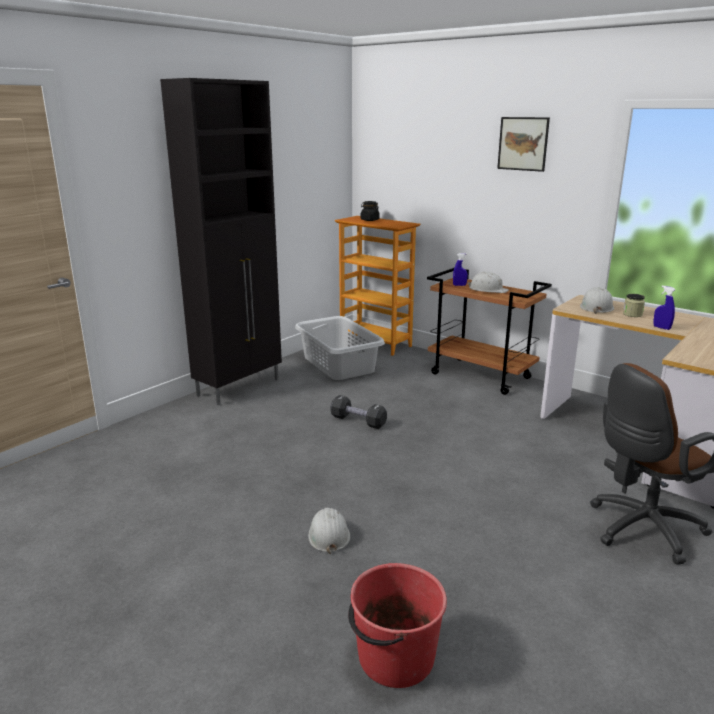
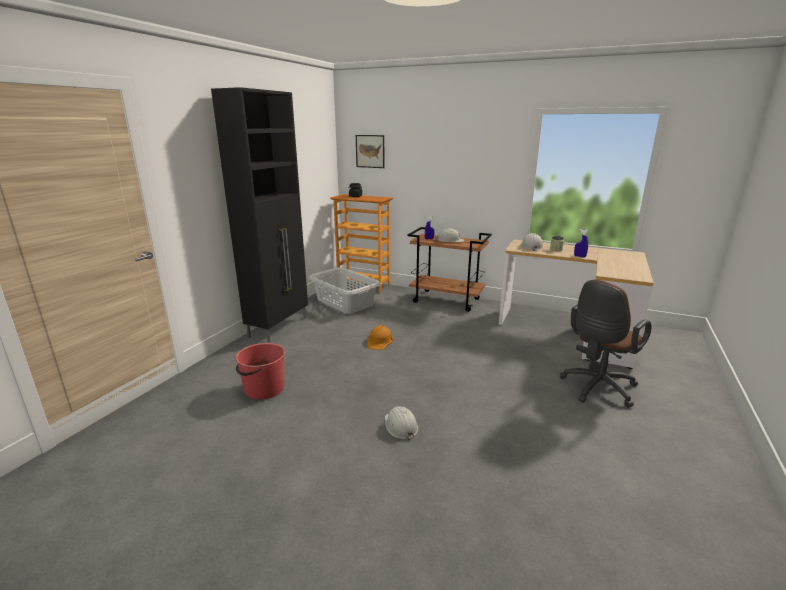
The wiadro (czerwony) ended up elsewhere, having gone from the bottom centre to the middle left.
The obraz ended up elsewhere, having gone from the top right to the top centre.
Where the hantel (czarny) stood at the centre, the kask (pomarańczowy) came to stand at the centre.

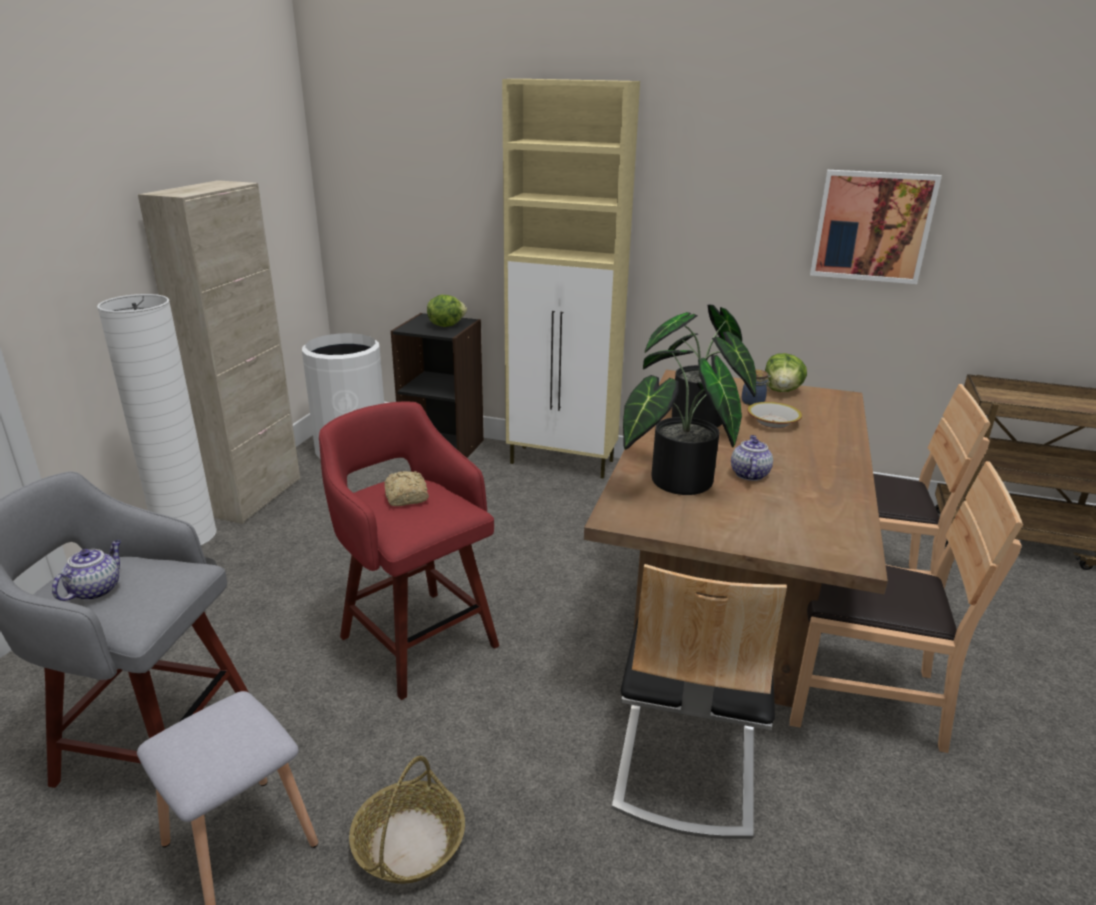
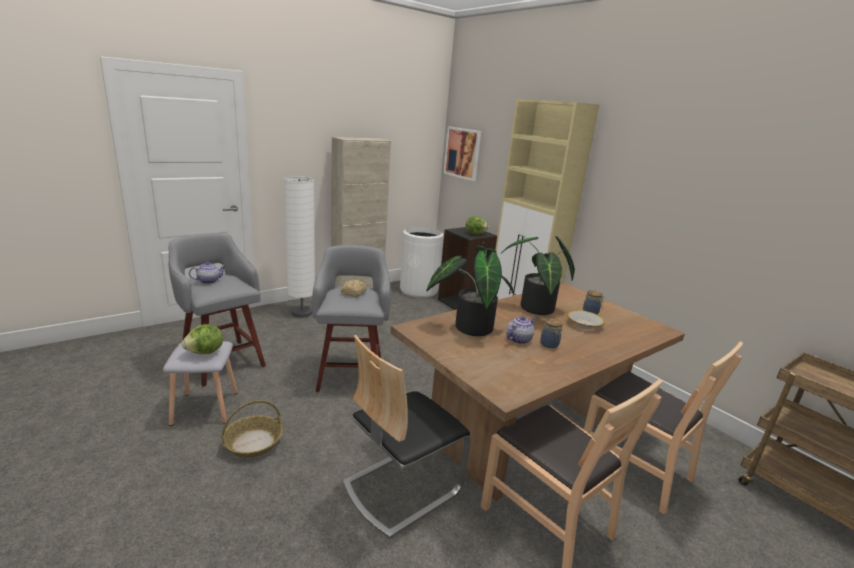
The sałata (2nd from left in the first image) ended up elsewhere, having gone from the middle right to the middle left.
What was the stołek (czerwony) at the centre turned into the stołek (szary) (3rd from left) at the centre.
The obraz ended up elsewhere, having gone from the top right to the top centre.
The second view gained the słoik (1st from left) at the centre.

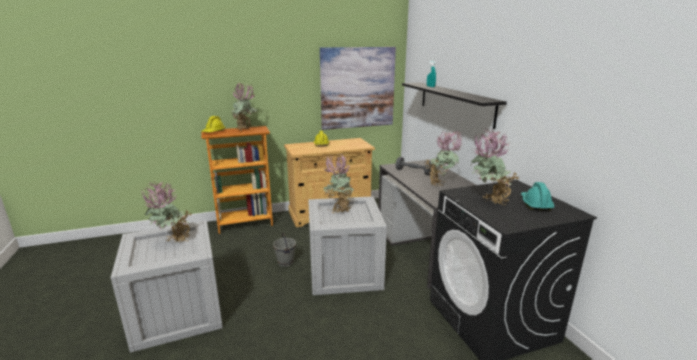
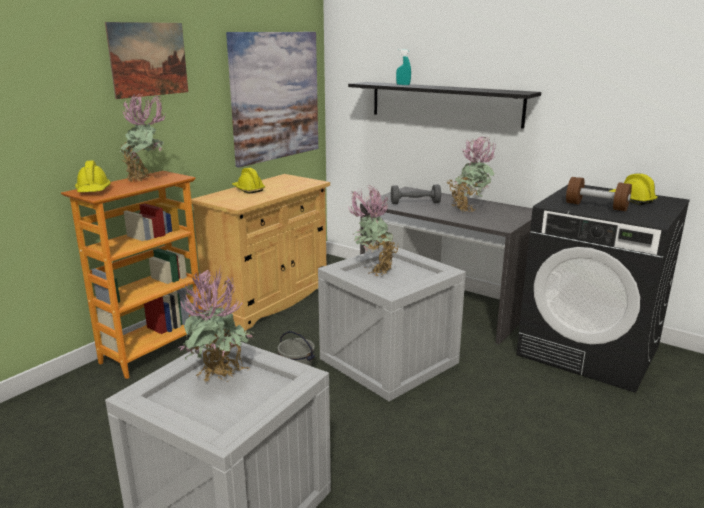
The second view gained the obraz (1st from left) at the top left.
Where the roślina doniczkowa (5th from left) stood at the middle right, the hantel (brązowy) came to stand at the middle right.
What was the kask (turkusowy) at the middle right turned into the kask (żółty) (3rd from left) at the middle right.

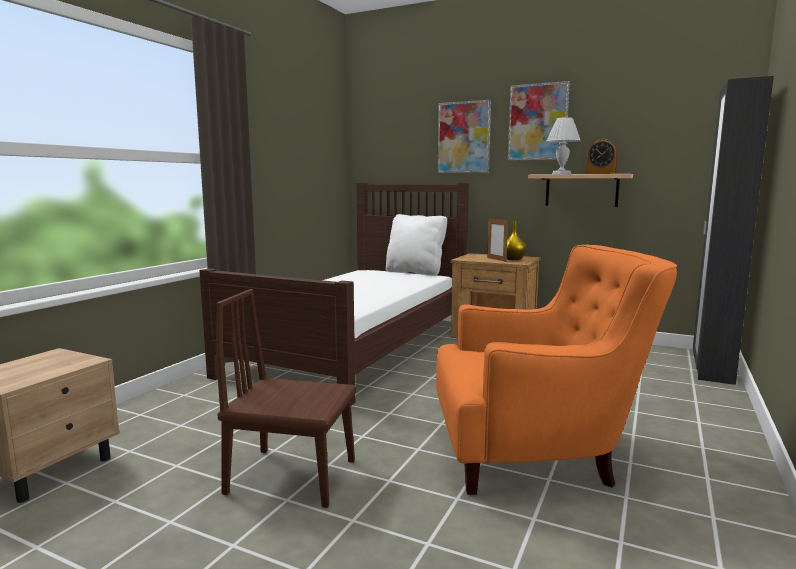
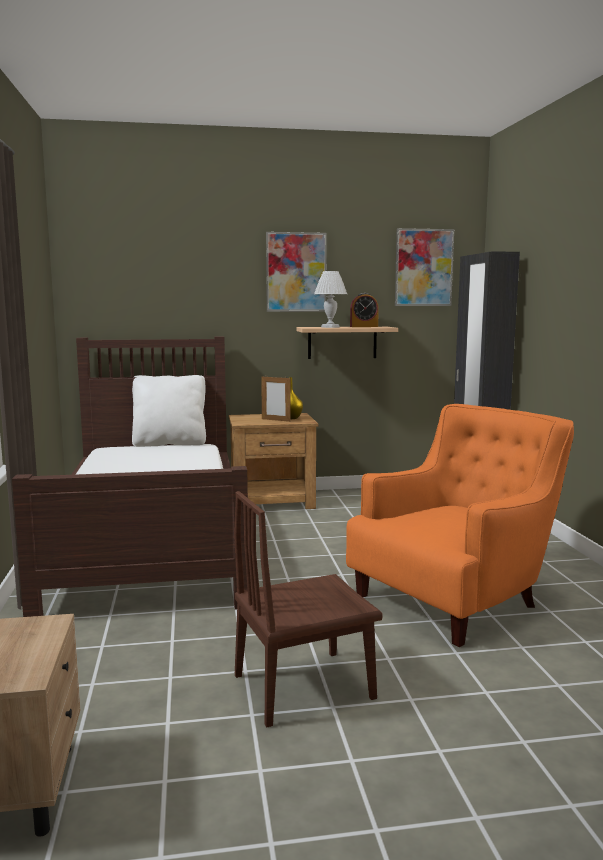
The obraz (1st from left in the first image) ended up elsewhere, having gone from the top centre to the top right.

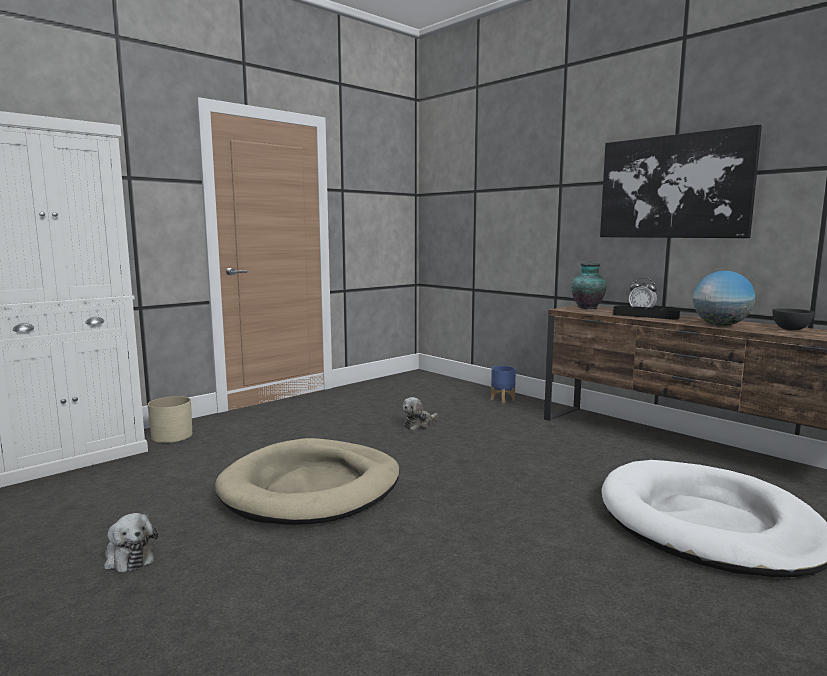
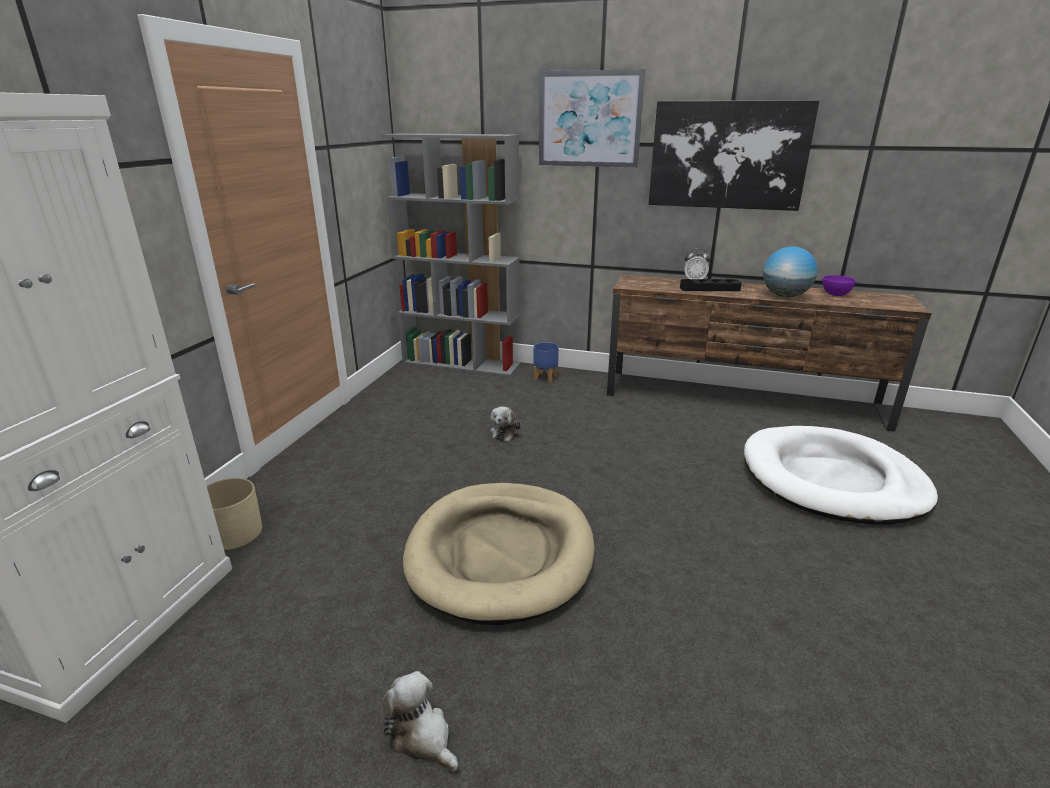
The second view gained the regał (szary) at the top centre.
The pluszak (1st from left) at the bottom left ended up facing another way, 150 degrees counterclockwise from before.
The second view gained the obraz (1st from left) at the top centre.
What was the miska (szary) at the middle right turned into the miska (fioletowy) at the middle right.
The second view lost the wazon at the middle right.

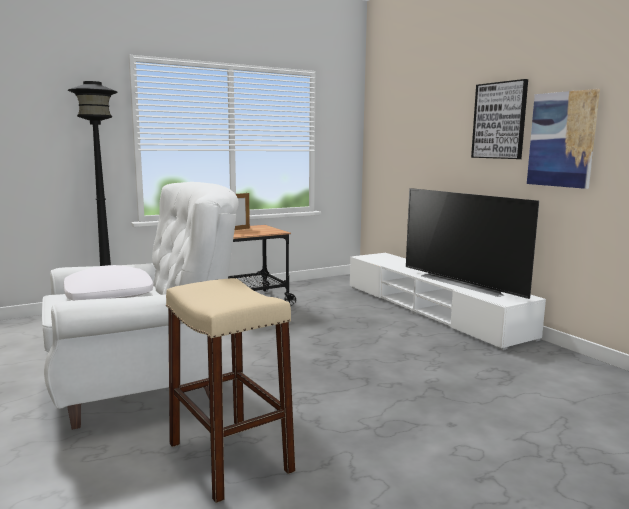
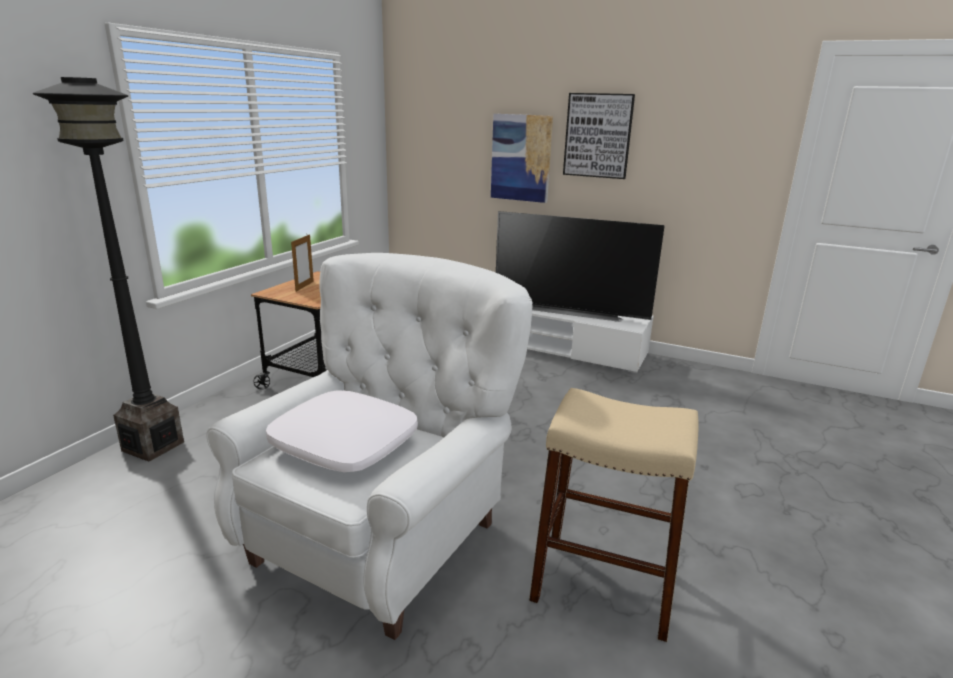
The obraz (2nd from left in the first image) ended up elsewhere, having gone from the top right to the top centre.

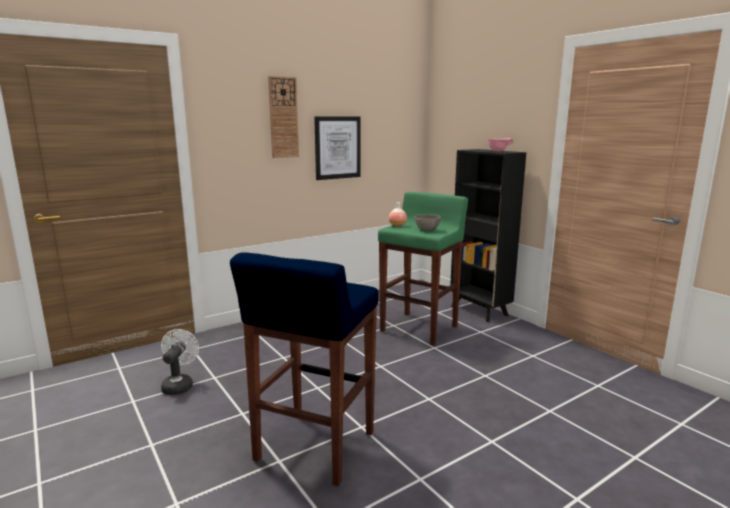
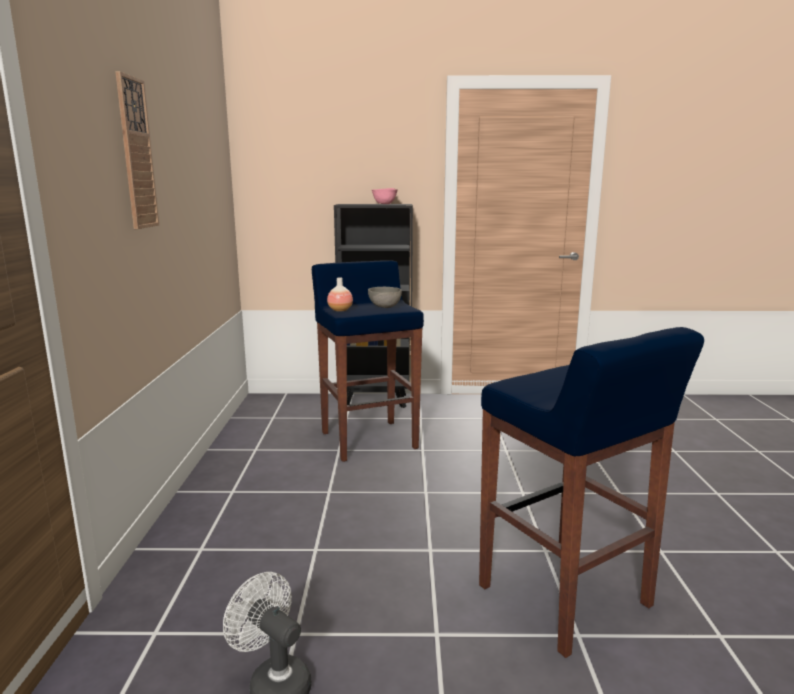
What was the stołek (zielony) at the centre turned into the stołek (niebieski) (1st from left) at the centre.
The second view lost the obraz at the top centre.

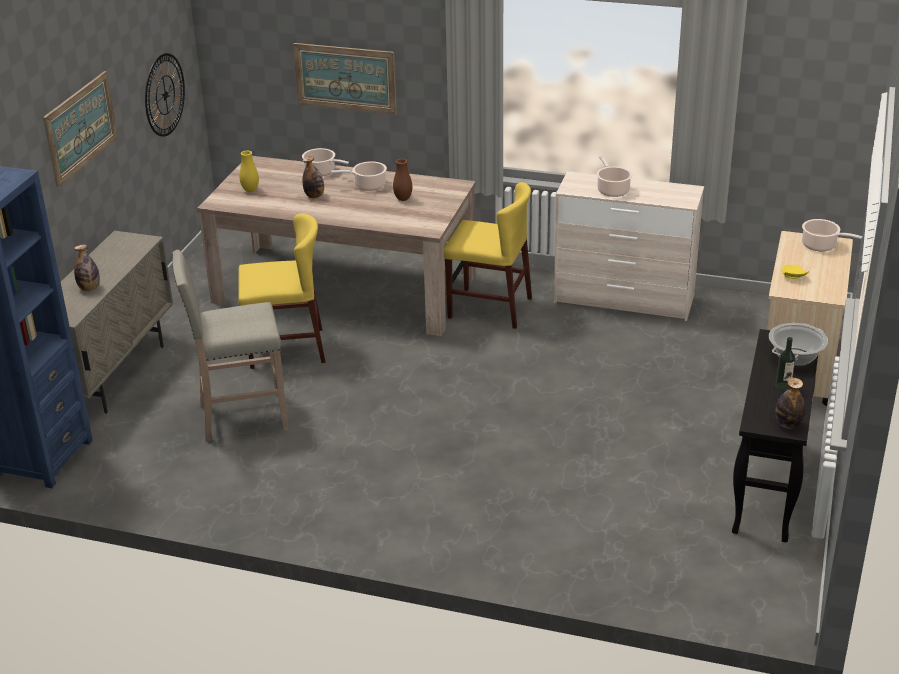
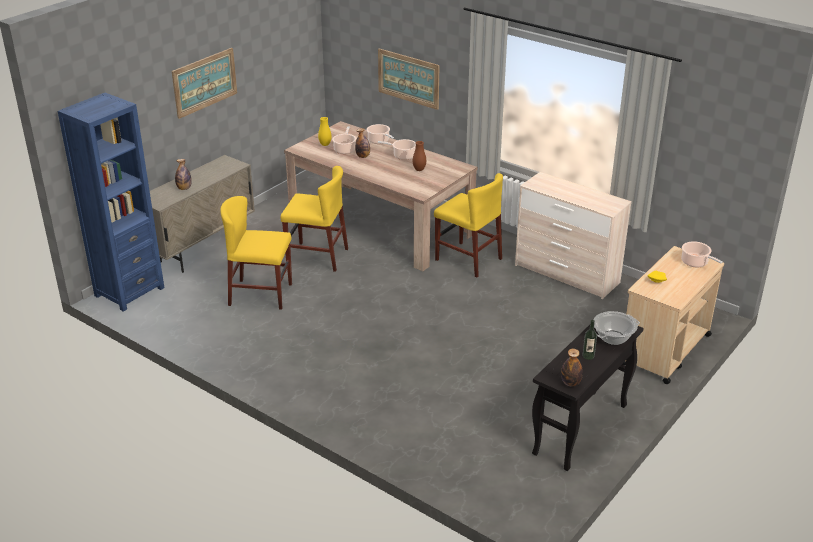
Where the stołek (beżowy) stood at the middle left, the krzesło (żółty) (1st from left) came to stand at the middle left.
The garnek (3rd from left in the first image) ended up elsewhere, having gone from the top right to the top centre.
The second view lost the zegar ścienny at the top left.

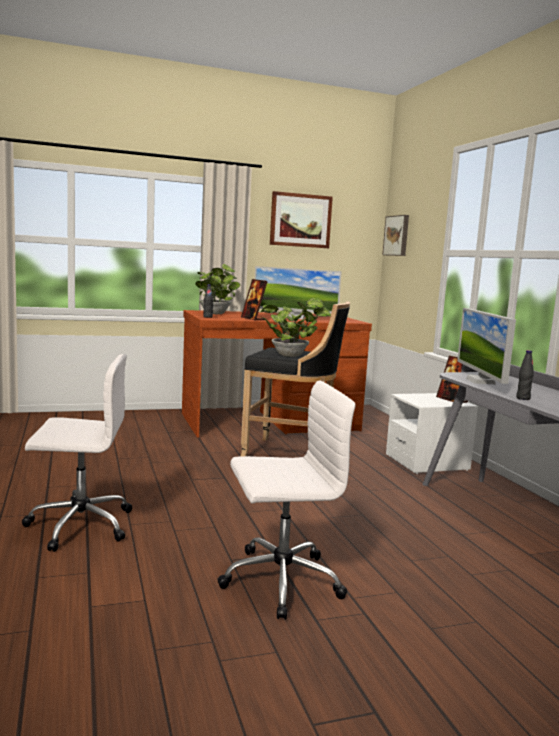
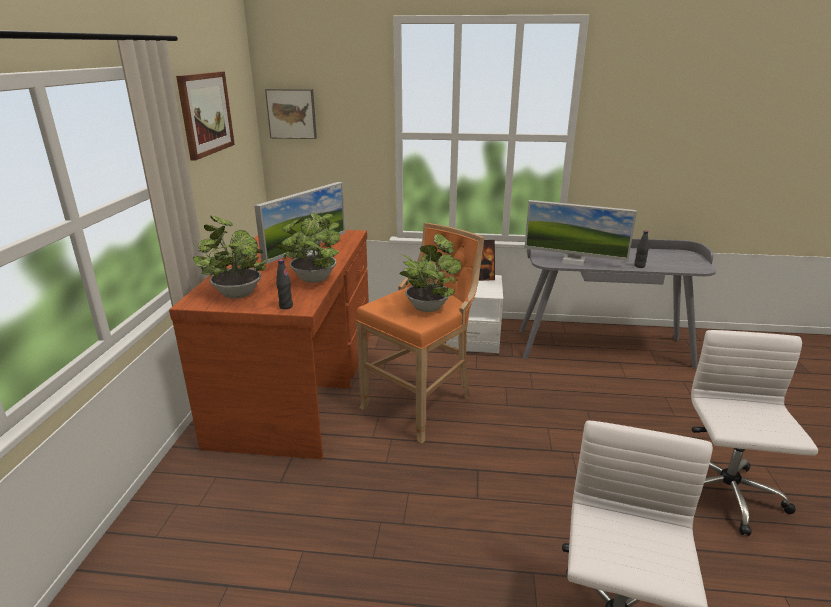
Where the ramka na zdjęcie (1st from left) stood at the centre, the roślina doniczkowa (2nd from left) came to stand at the centre.
What was the stołek (czarny) at the centre turned into the stołek (pomarańczowy) at the centre.

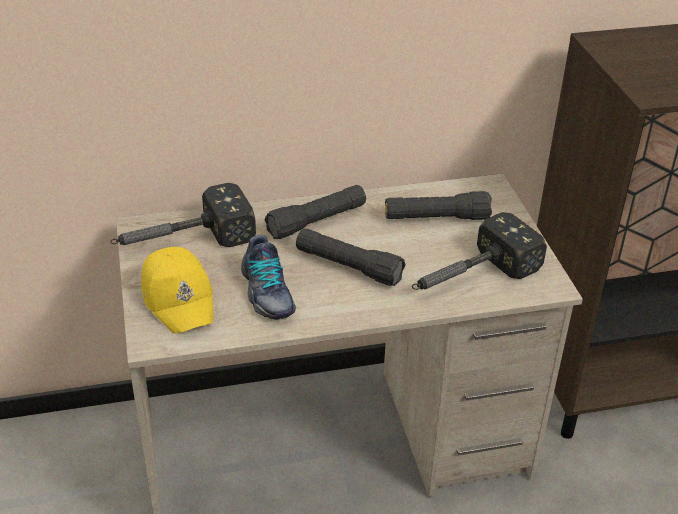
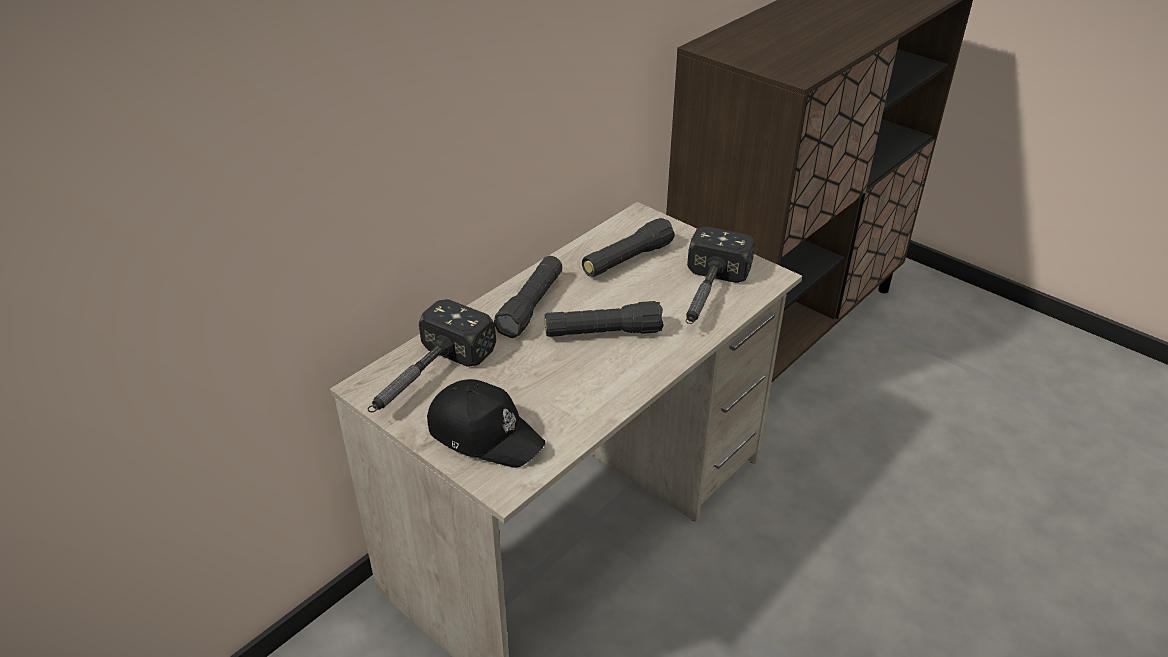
What was the czapka z daszkiem (żółty) at the middle left turned into the czapka z daszkiem (czarny) at the centre.
The second view lost the but at the centre.

